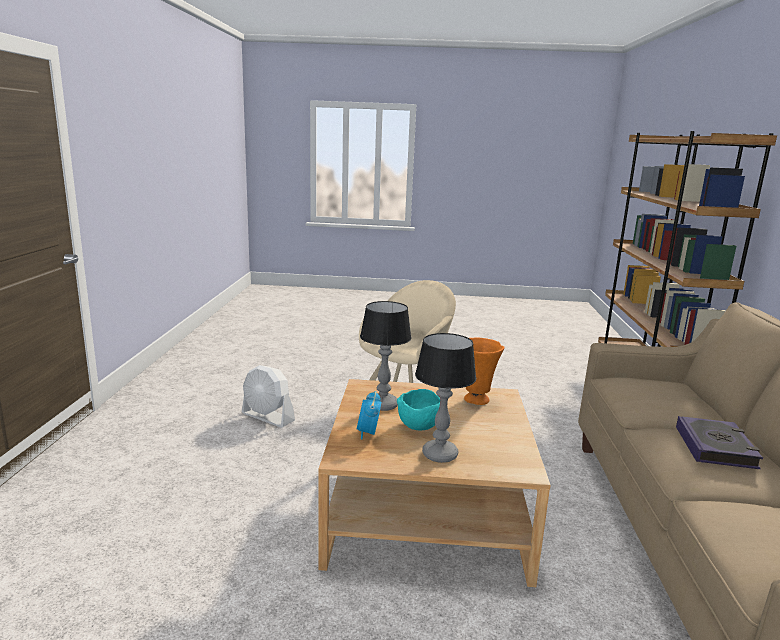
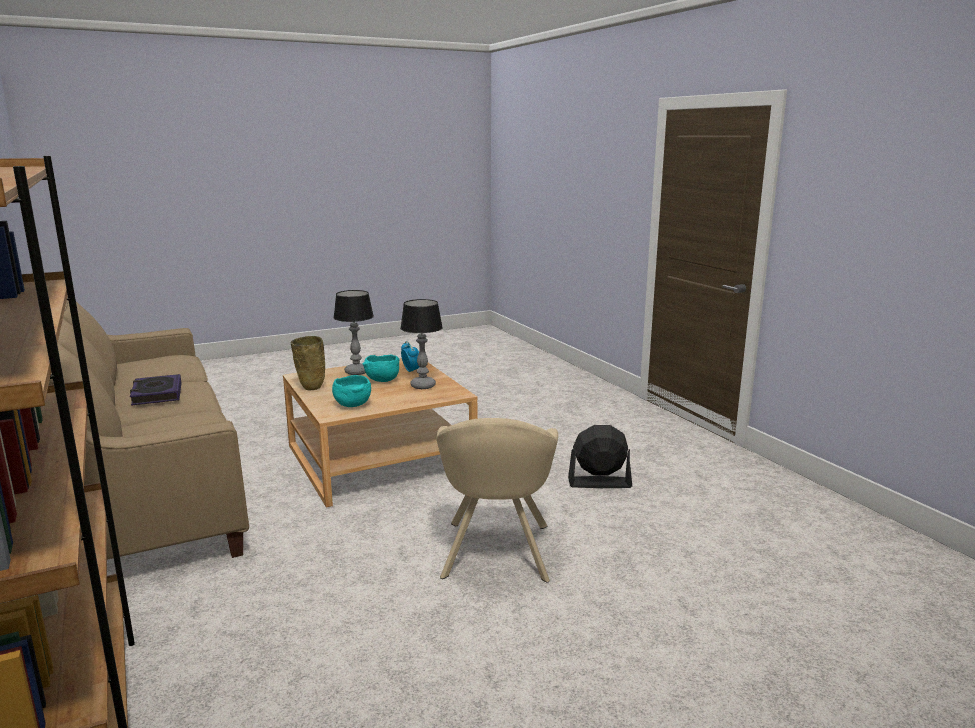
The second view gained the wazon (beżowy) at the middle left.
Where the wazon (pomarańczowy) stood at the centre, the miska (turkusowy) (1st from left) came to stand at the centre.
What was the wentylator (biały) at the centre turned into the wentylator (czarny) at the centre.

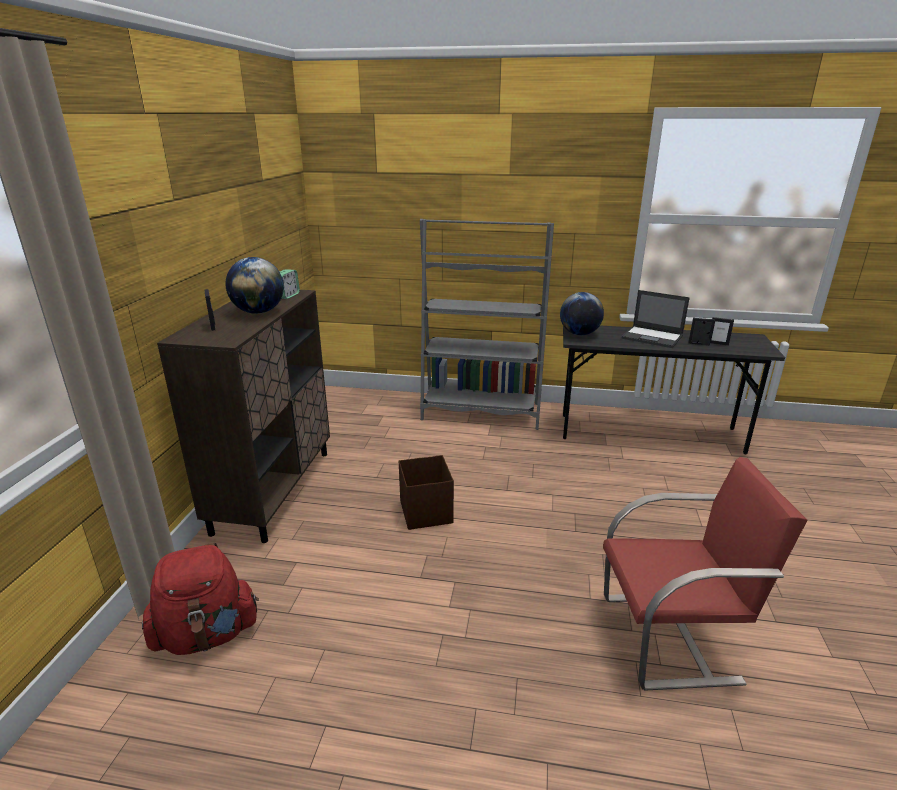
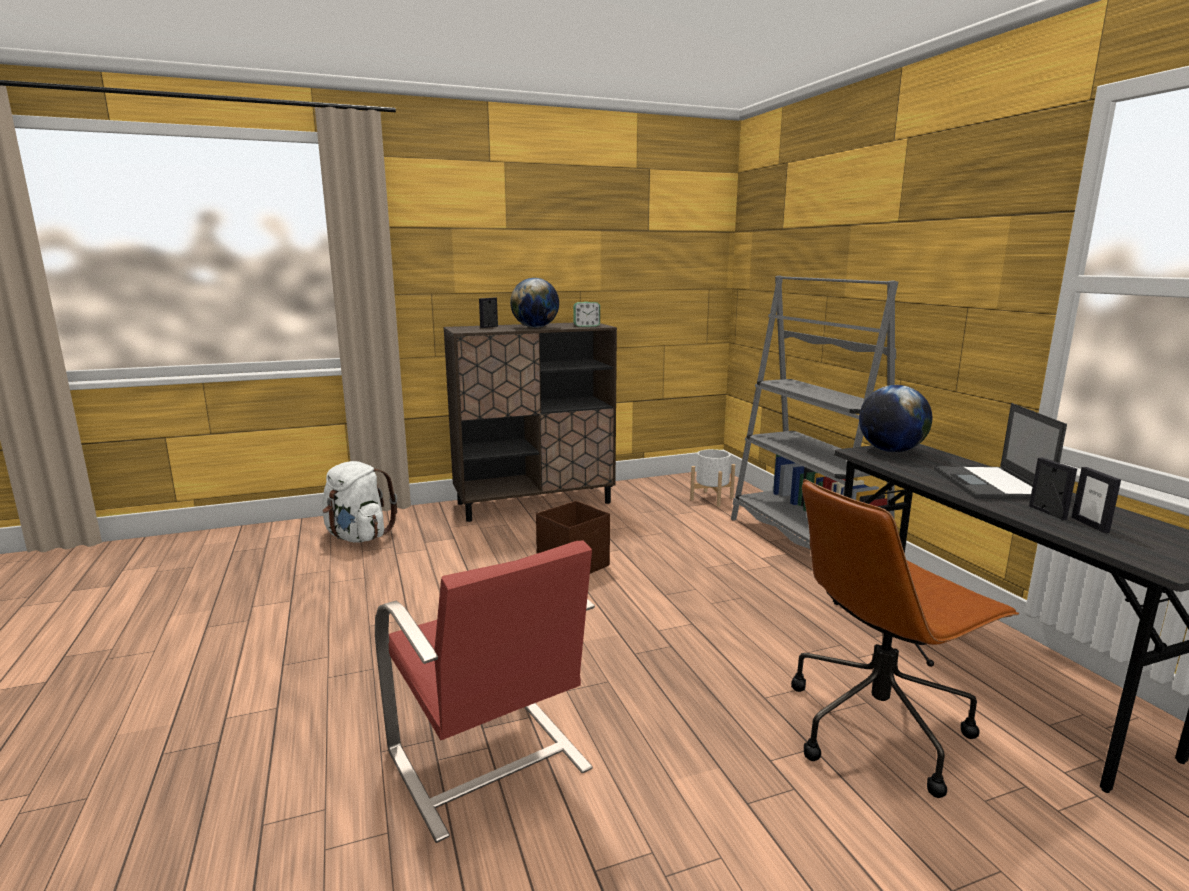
What was the plecak (czerwony) at the bottom left turned into the plecak (biały) at the middle left.
The second view gained the donica (biały) at the centre.
The second view gained the krzesło biurowe (brązowy) at the bottom right.

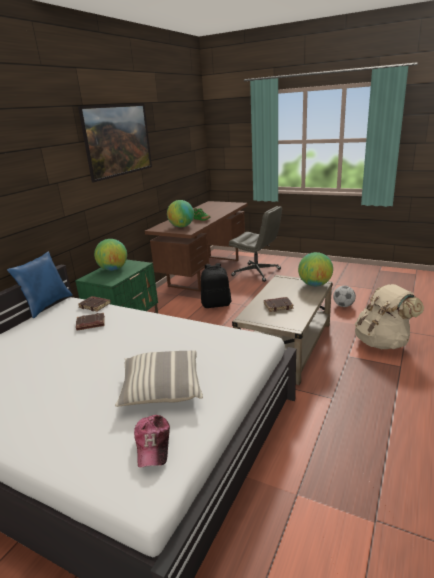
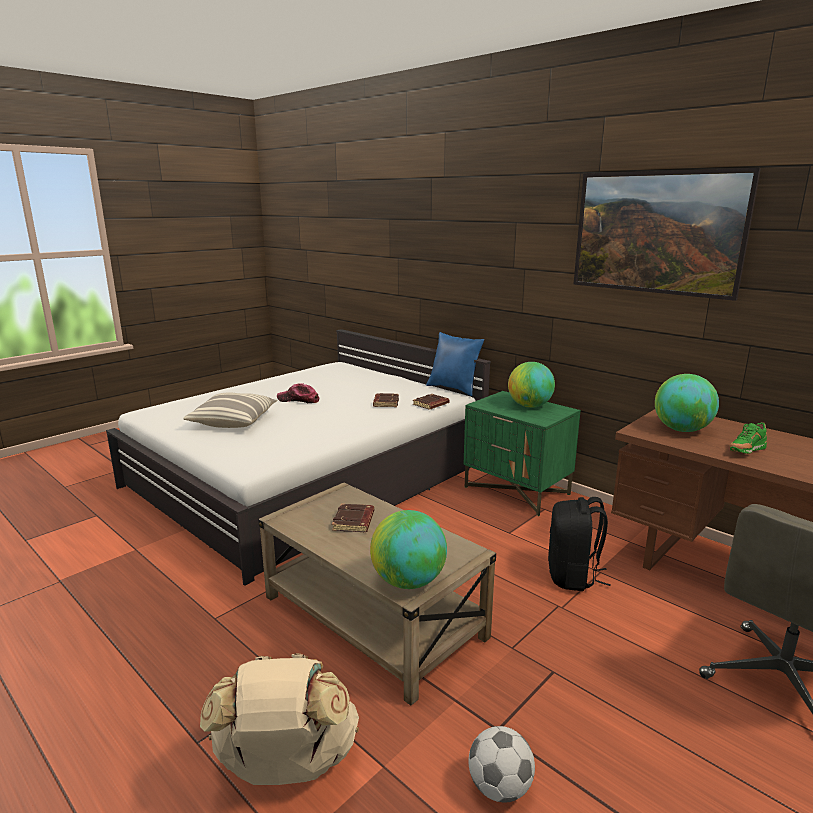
The czapka z daszkiem ended up elsewhere, having gone from the bottom centre to the centre.

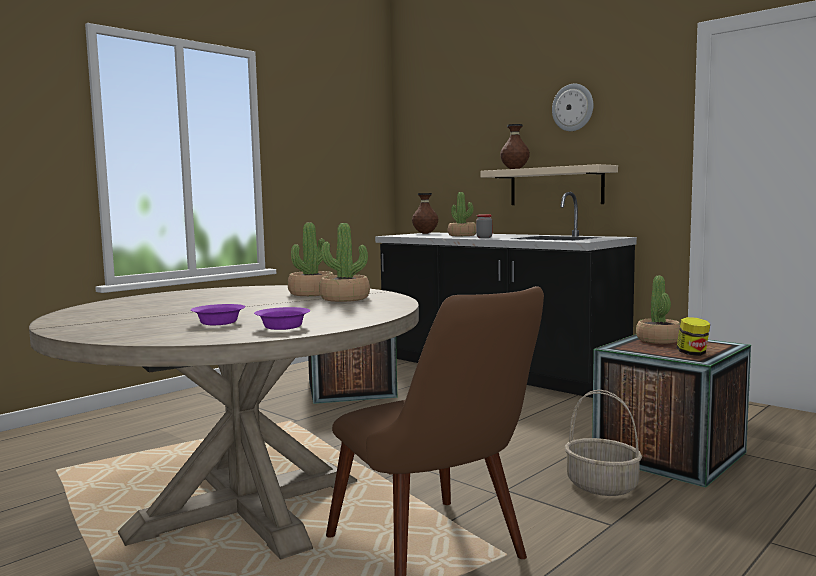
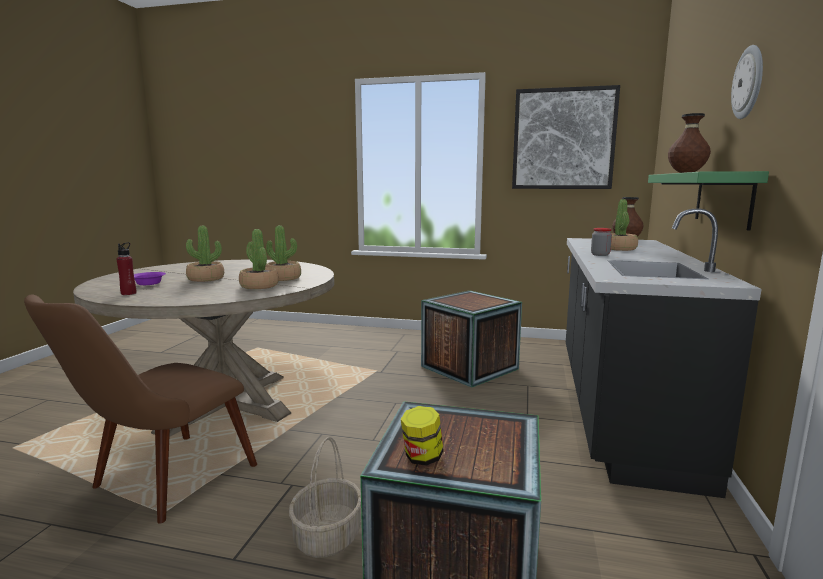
Where the miska (fioletowy) (2nd from left) stood at the centre, the butelka (czerwony) came to stand at the middle left.
The roślina doniczkowa (4th from left in the first image) ended up elsewhere, having gone from the middle right to the middle left.
The second view gained the obraz at the top right.
What was the półka (beżowy) at the top right turned into the półka (zielony) at the middle right.

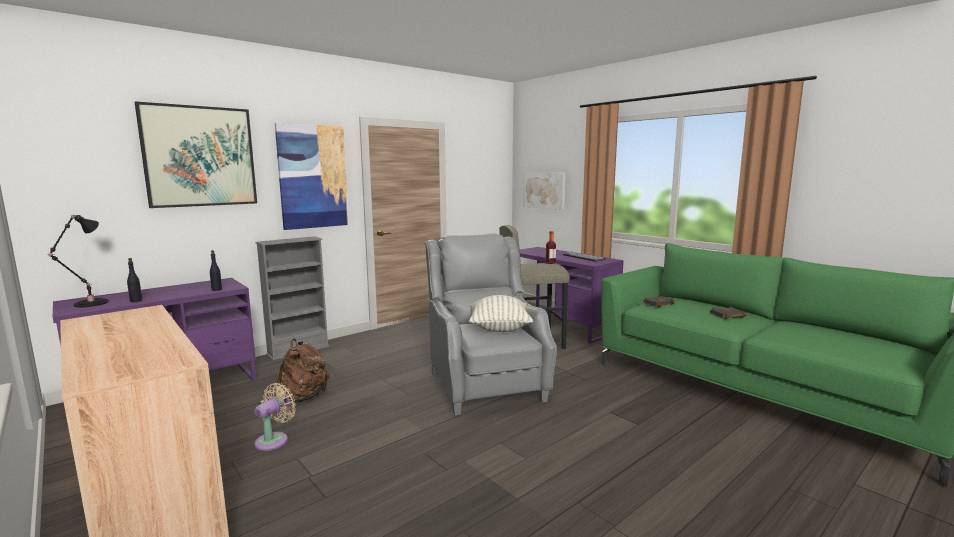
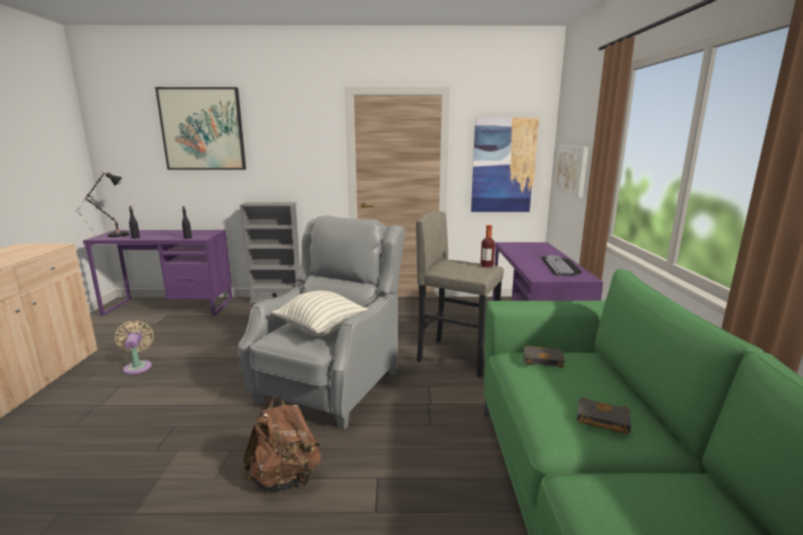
The wentylator (beżowy) at the bottom left ended up facing another way, 90 degrees counterclockwise from before.
The plecak (brązowy) ended up elsewhere, having gone from the bottom left to the bottom centre.
The obraz (2nd from left) ended up elsewhere, having gone from the top left to the top centre.

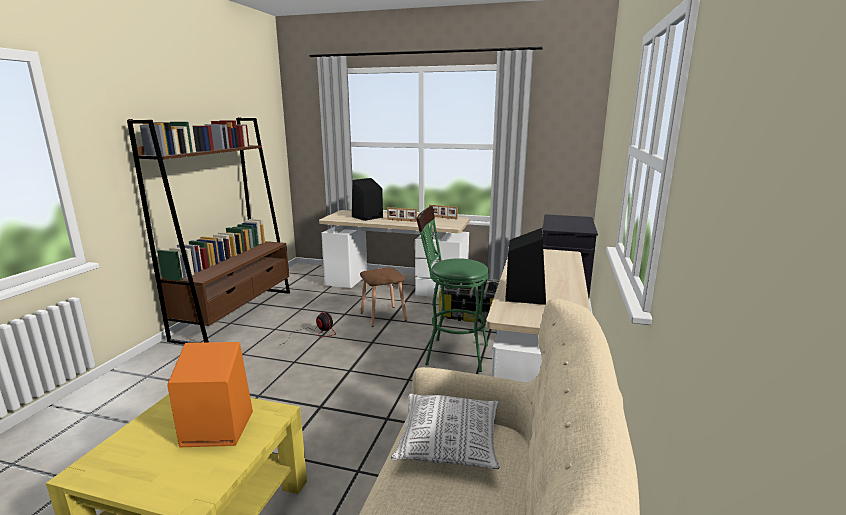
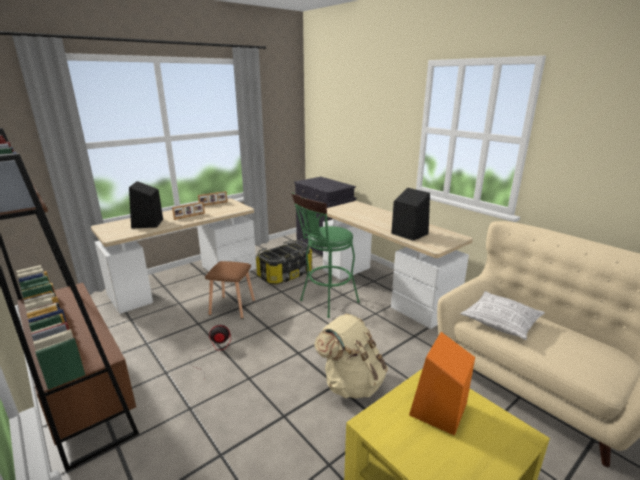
The second view gained the plecak (beżowy) at the bottom centre.

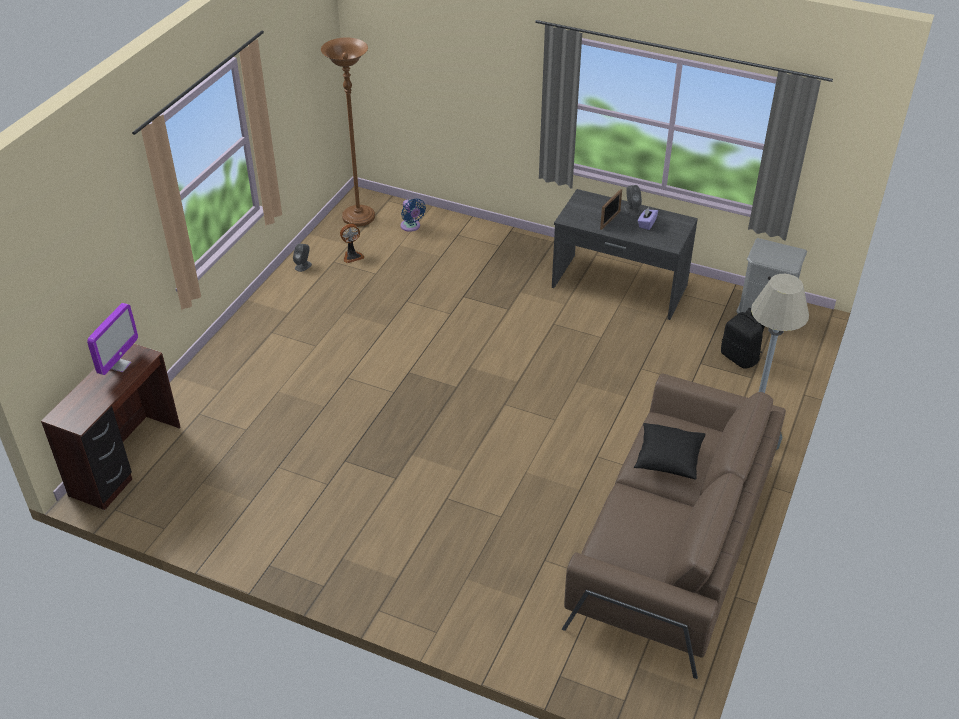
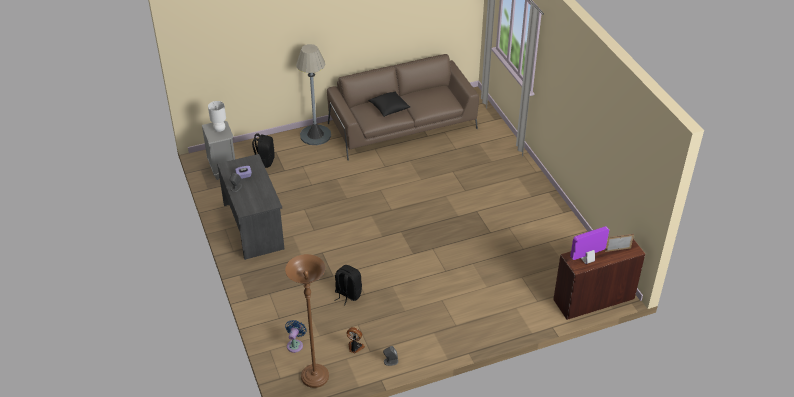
The second view gained the lampa stołowa (biały) at the top left.
The second view gained the plecak (czarny) (2nd from left) at the bottom centre.
The ramka na zdjęcie ended up elsewhere, having gone from the top centre to the middle right.

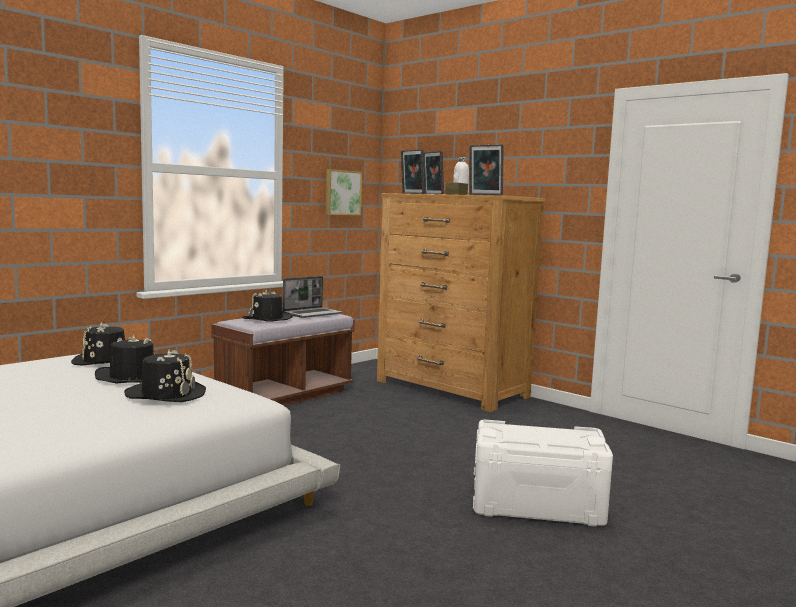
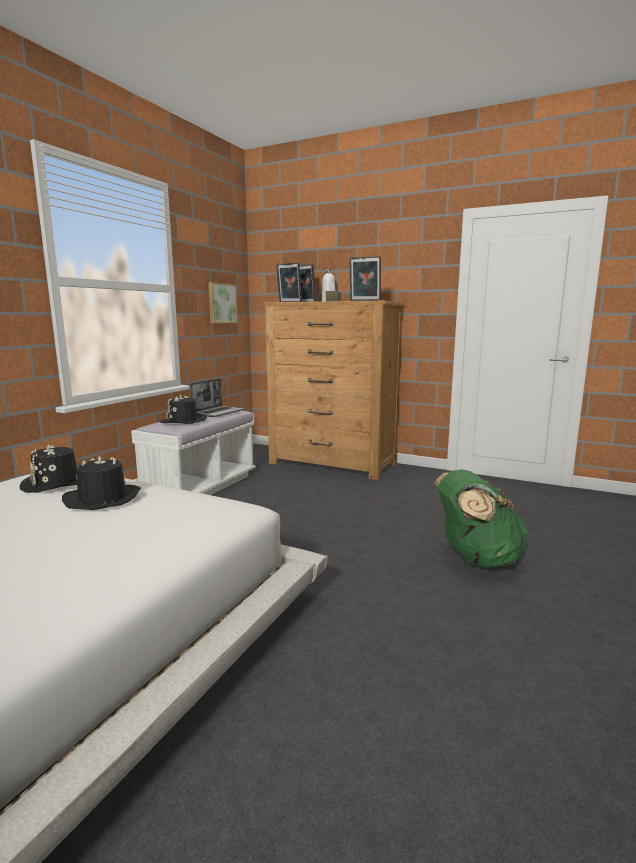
What was the ławka (brązowy) at the centre turned into the ławka (biały) at the middle left.
Where the pojemnik do przechowywania (biały) stood at the bottom right, the plecak (zielony) came to stand at the middle right.
The second view lost the kapelusz (czarny) (3rd from left) at the middle left.

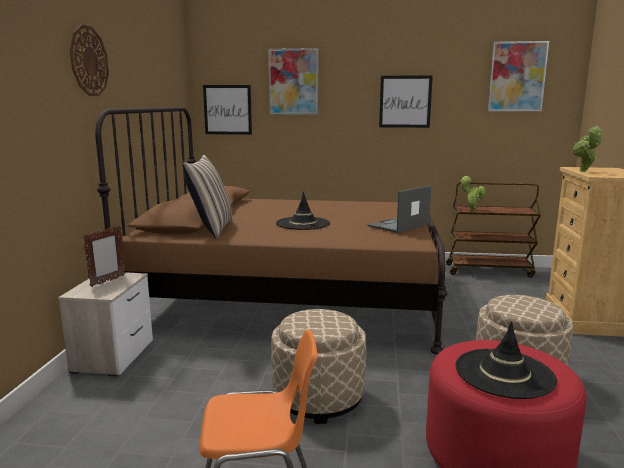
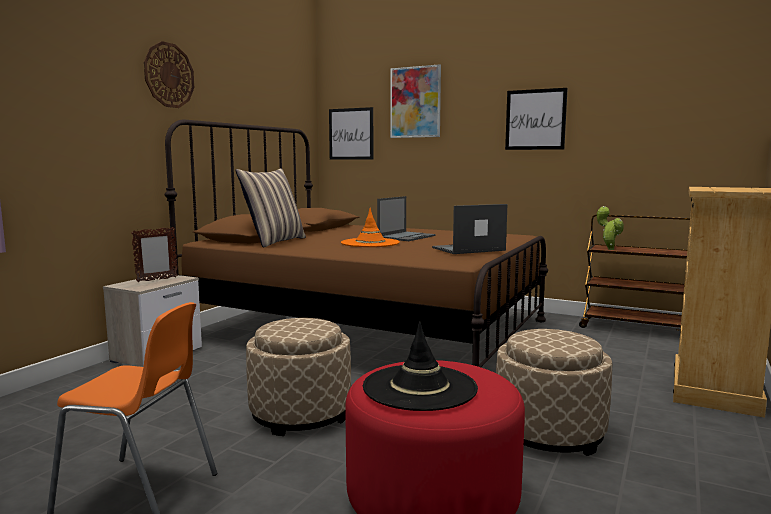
What was the kapelusz (czarny) (1st from left) at the centre turned into the kapelusz (pomarańczowy) at the centre.
The second view gained the laptop (1st from left) at the centre.
The second view lost the obraz (4th from left) at the top right.
The second view lost the roślina doniczkowa (2nd from left) at the top right.

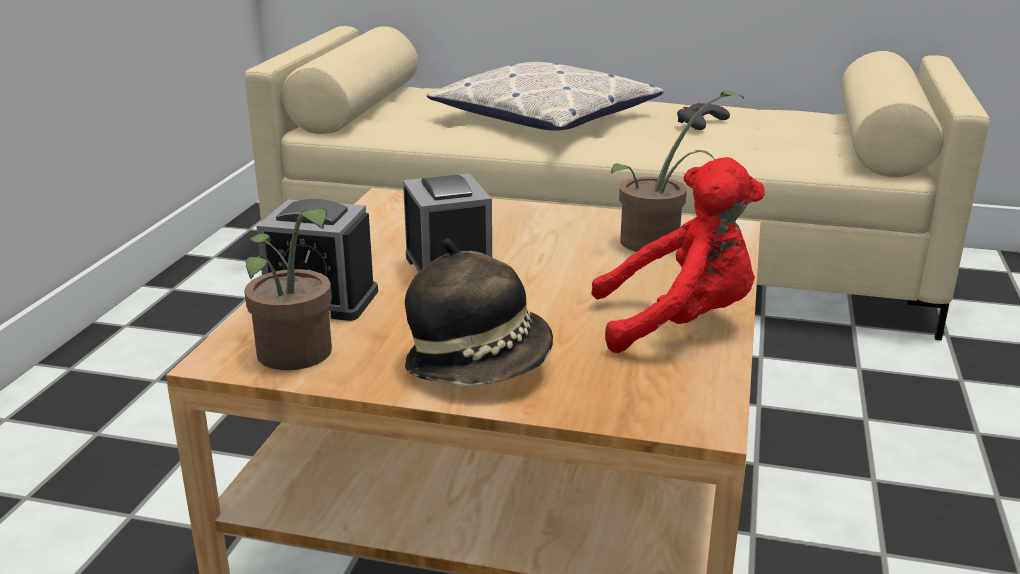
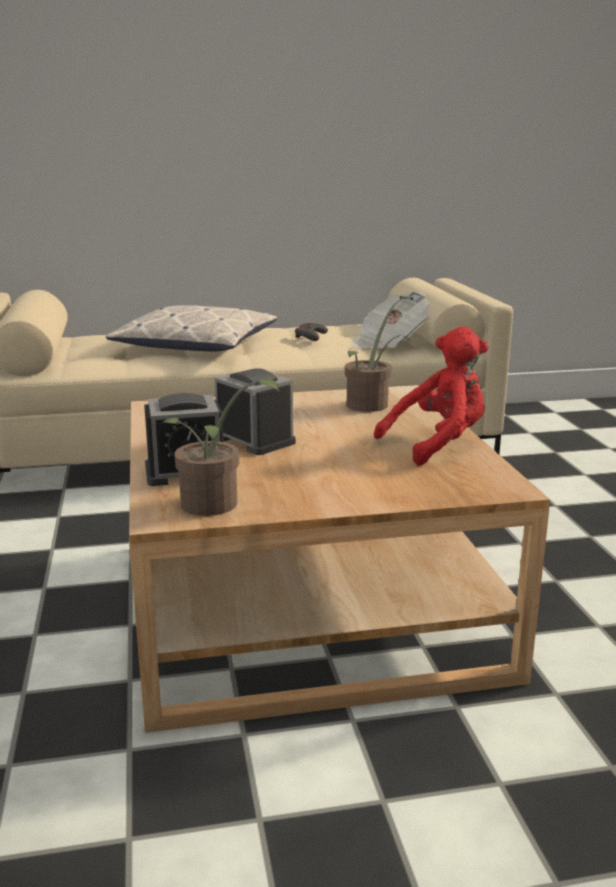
The second view gained the gazeta at the centre.
The second view lost the kapelusz at the centre.

